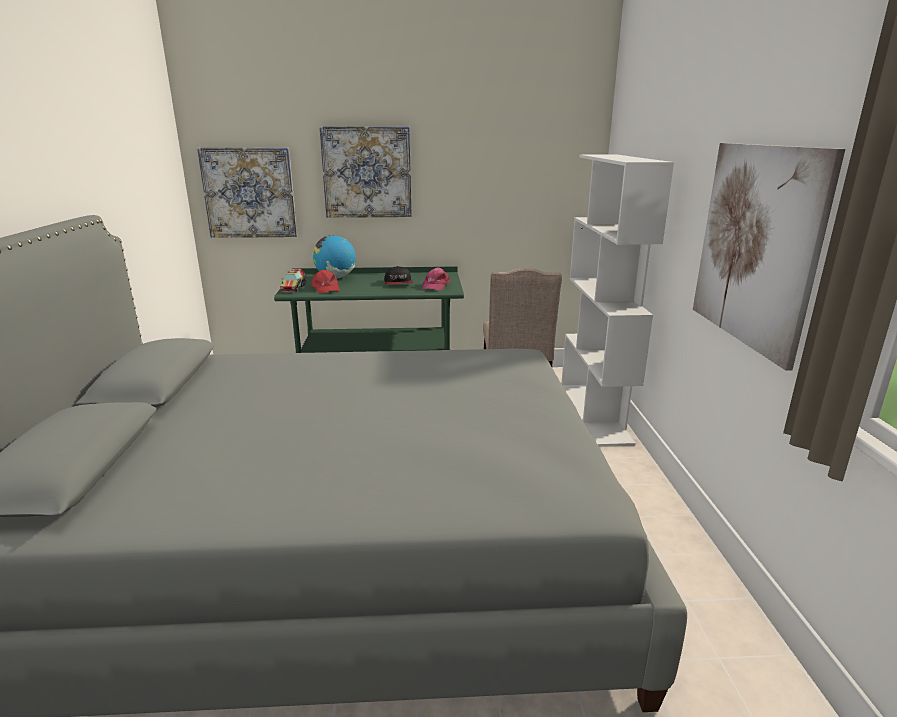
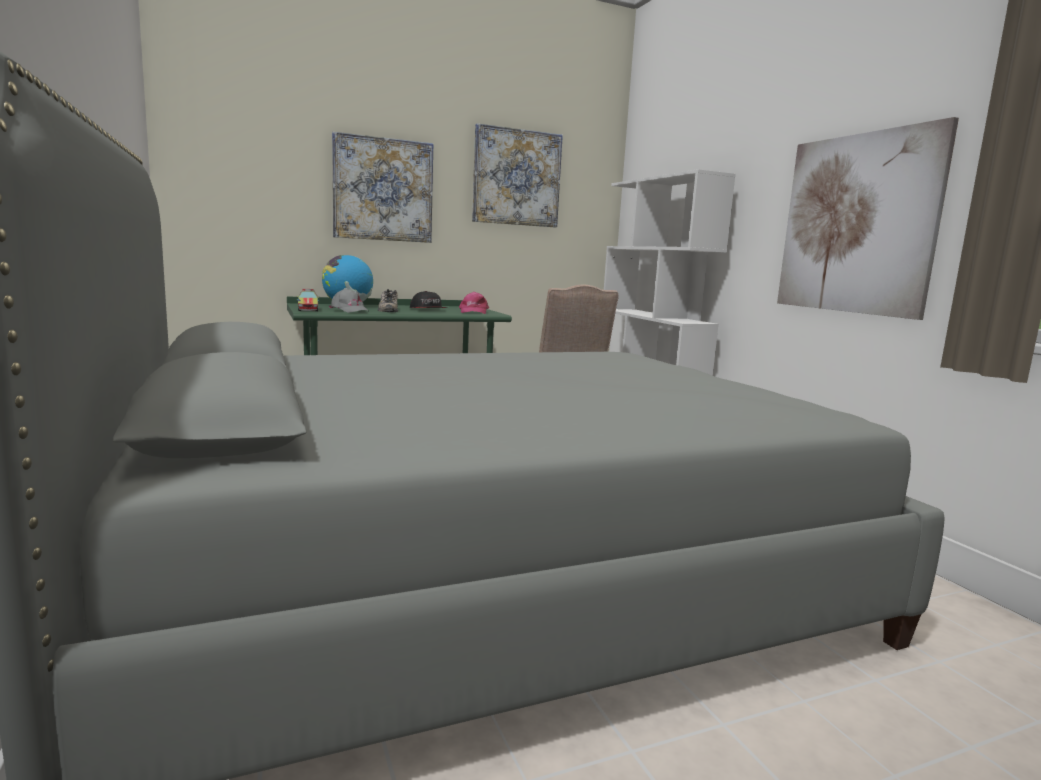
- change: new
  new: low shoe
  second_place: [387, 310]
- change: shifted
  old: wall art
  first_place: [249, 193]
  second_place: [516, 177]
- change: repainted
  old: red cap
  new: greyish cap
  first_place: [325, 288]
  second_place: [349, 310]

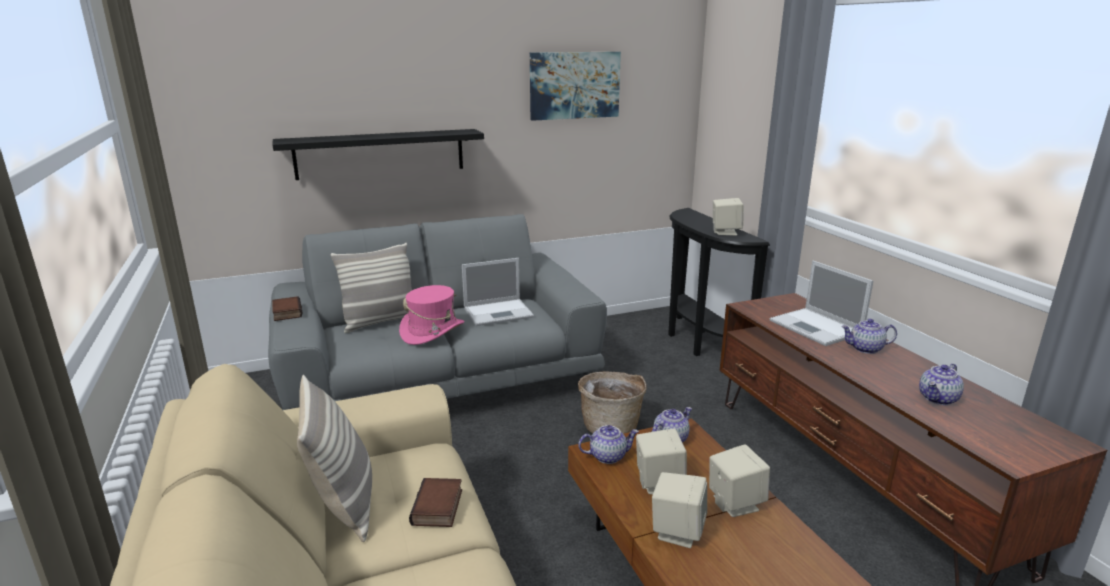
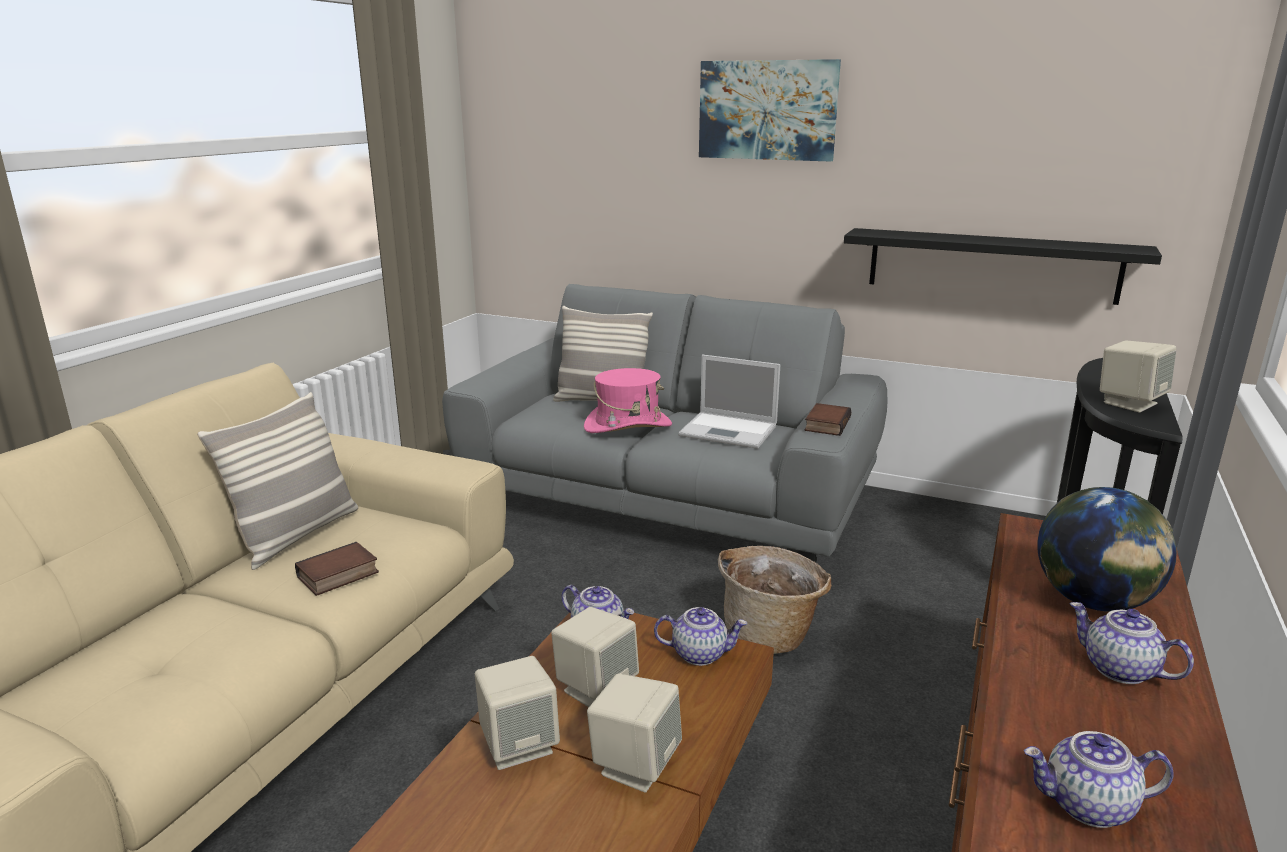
- change: shifted
  old: black-coloured shelf
  first_place: [380, 154]
  second_place: [991, 265]
- change: shifted
  old: book
  first_place: [286, 312]
  second_place: [826, 424]
- change: shifted
  old: wall art
  first_place: [574, 85]
  second_place: [767, 110]
- change: swapped
  old: portable computer
  new: globe
  first_place: [817, 327]
  second_place: [1093, 602]

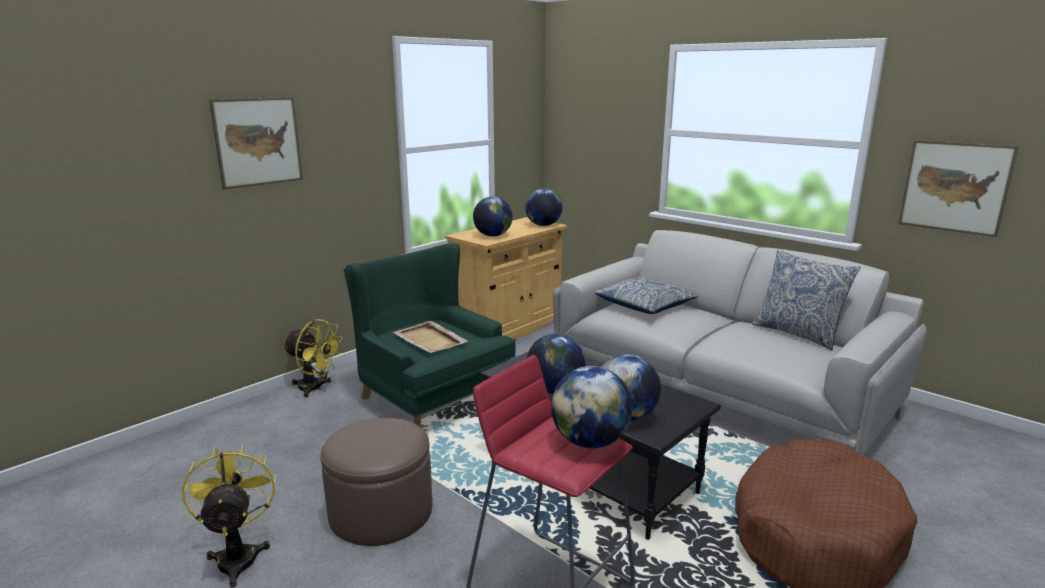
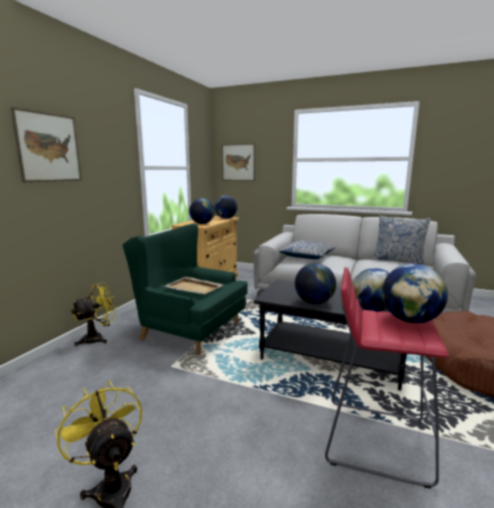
- change: gone
  old: brown-coloured footrest
  first_place: [381, 512]
- change: shifted
  old: wall art
  first_place: [954, 187]
  second_place: [238, 162]
- change: rotated
  old: yellow electric fan
  first_place: [315, 388]
  second_place: [98, 338]
  degrees: -45

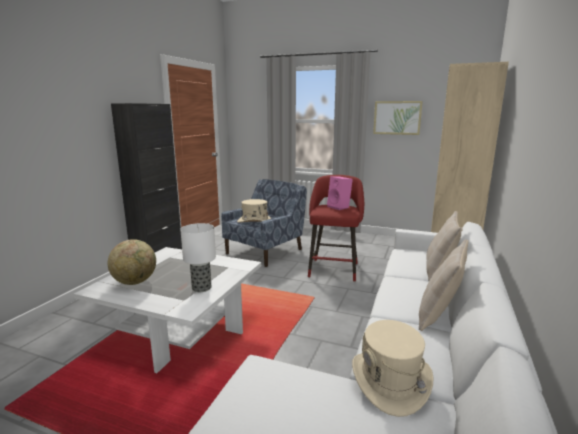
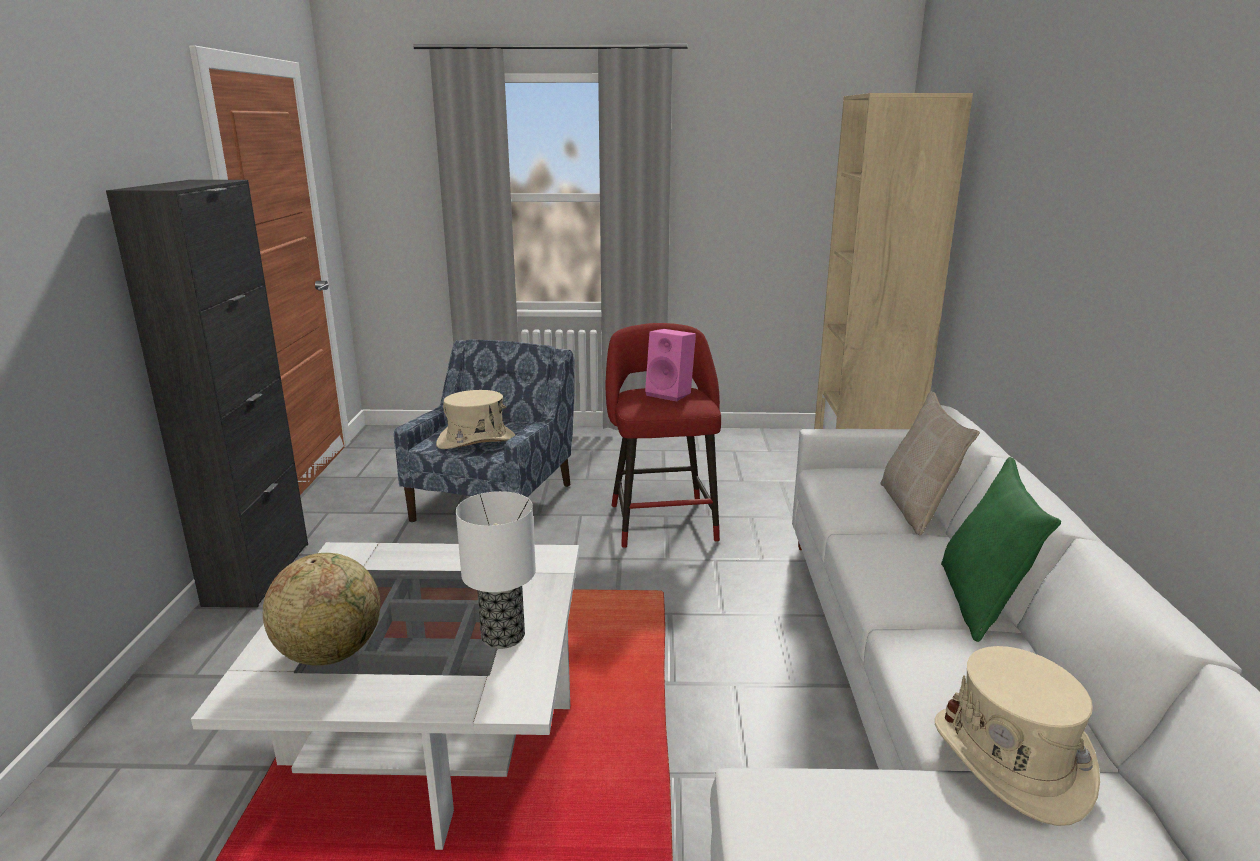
- change: gone
  old: wall art
  first_place: [397, 117]
- change: repainted
  old: beige-coloured pillow
  new: greenish pillow
  first_place: [439, 315]
  second_place: [981, 602]

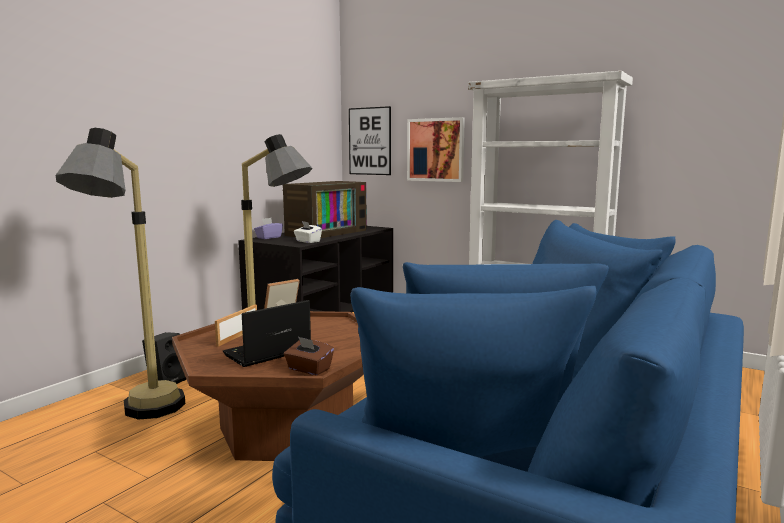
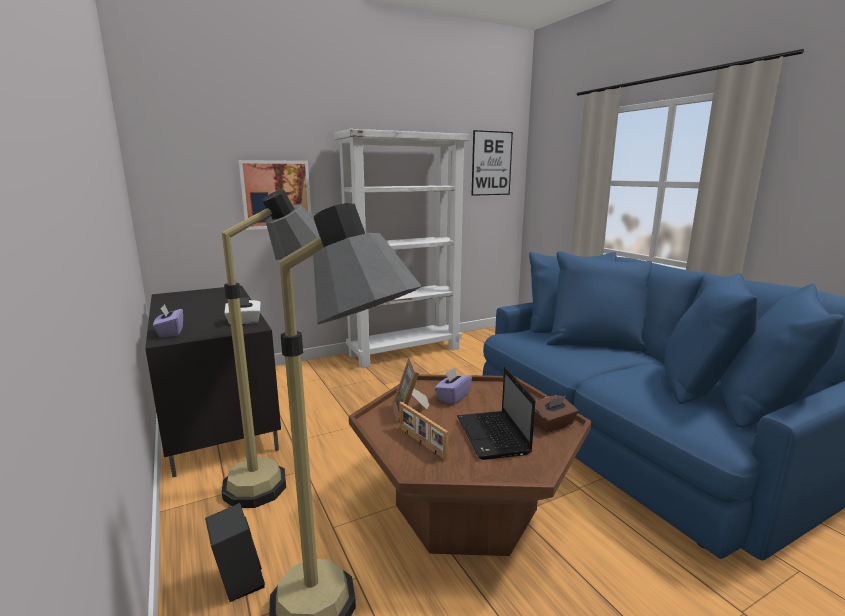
- change: gone
  old: TV
  first_place: [325, 232]
- change: new
  new: purplish tissue holder
  second_place: [453, 397]
- change: shifted
  old: wall art
  first_place: [370, 141]
  second_place: [491, 163]

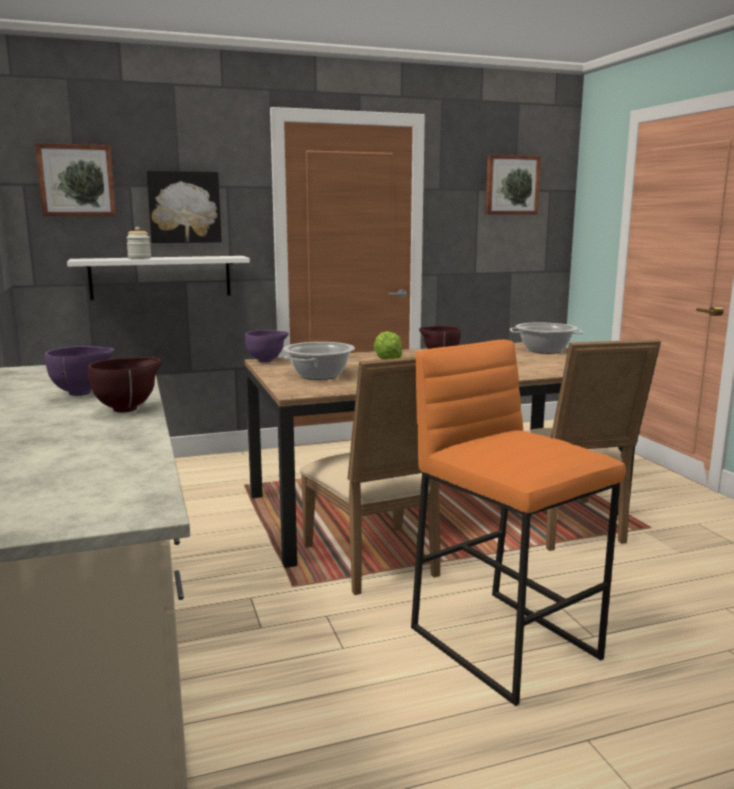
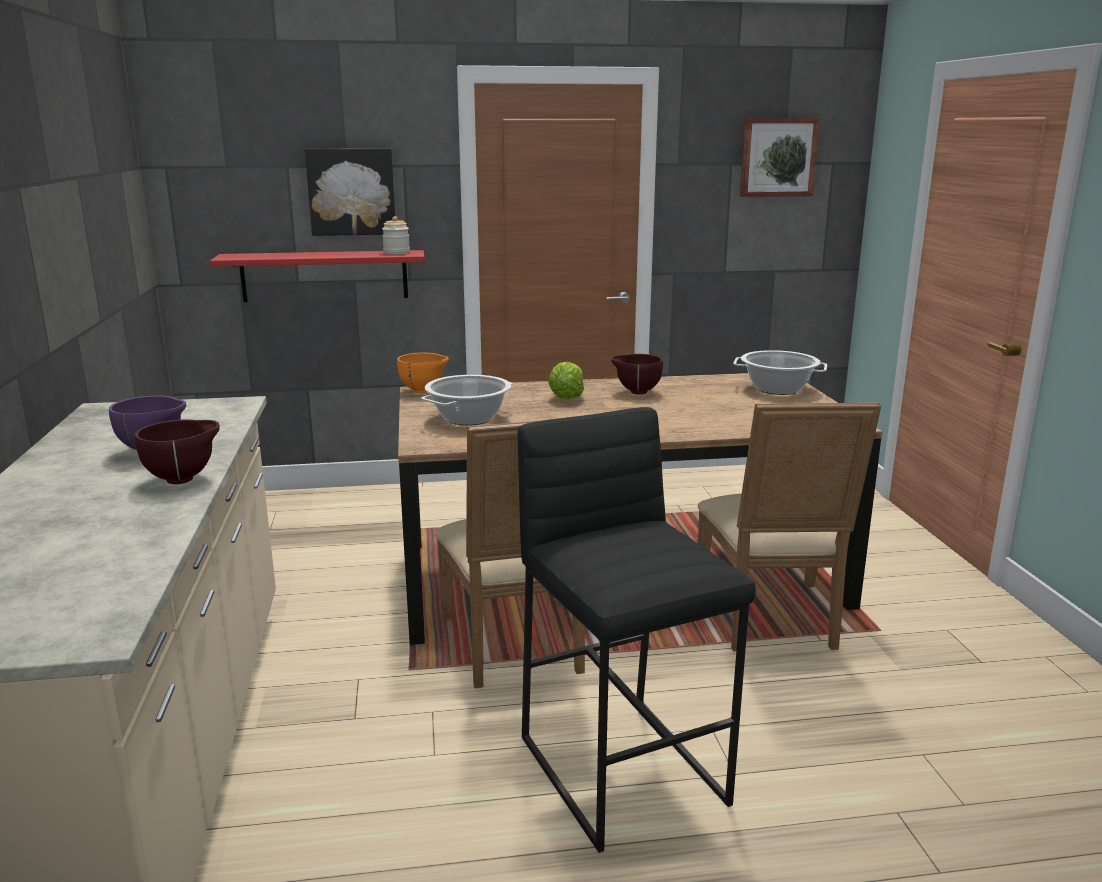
- change: gone
  old: wall art
  first_place: [77, 180]
- change: shifted
  old: storage jar
  first_place: [139, 258]
  second_place: [396, 253]
- change: repainted
  old: white shelf
  new: red shelf
  first_place: [161, 277]
  second_place: [324, 276]
- change: repainted
  old: purplish serving bowl
  new: orange serving bowl
  first_place: [267, 361]
  second_place: [424, 391]
- change: repainted
  old: orange sitting stool
  new: black-coloured sitting stool
  first_place: [505, 642]
  second_place: [624, 769]

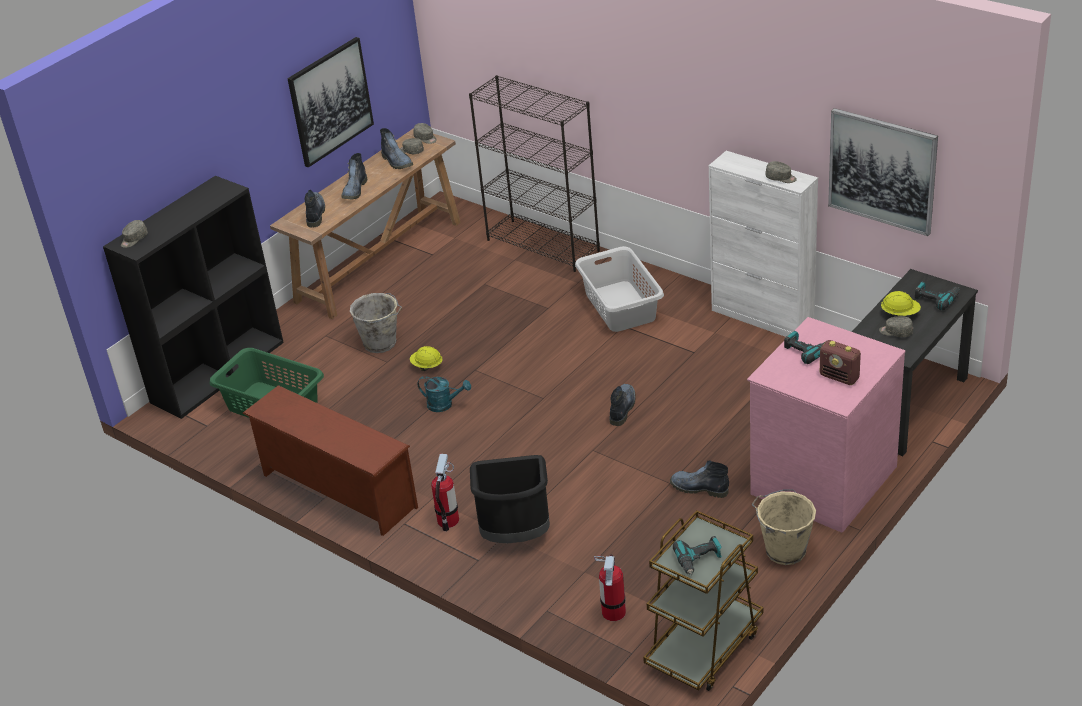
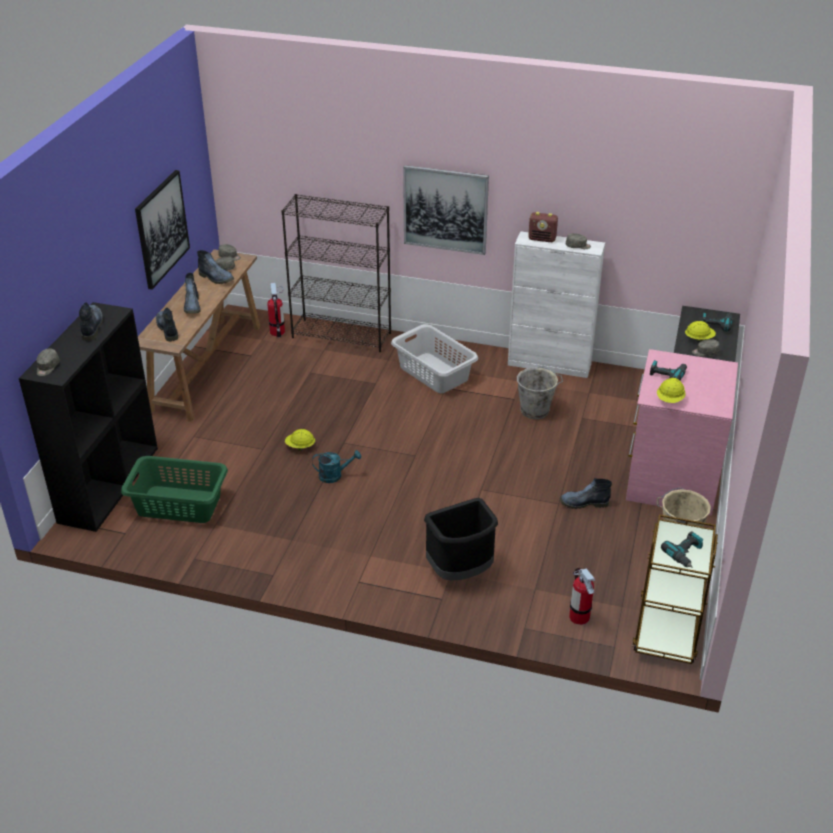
- change: gone
  old: brown-coloured shoe rack
  first_place: [337, 491]
- change: new
  new: yellow safety helmet
  second_place: [670, 400]
- change: shifted
  old: greyish bucket
  first_place: [381, 343]
  second_place: [536, 411]
- change: shifted
  old: fire-fighting cylinder
  first_place: [448, 520]
  second_place: [277, 332]
- change: shifted
  old: boot
  first_place: [622, 407]
  second_place: [91, 326]
- change: shifted
  old: radio receiver
  first_place: [839, 377]
  second_place: [542, 239]
- change: shifted
  old: wall art
  first_place: [882, 171]
  second_place: [445, 209]

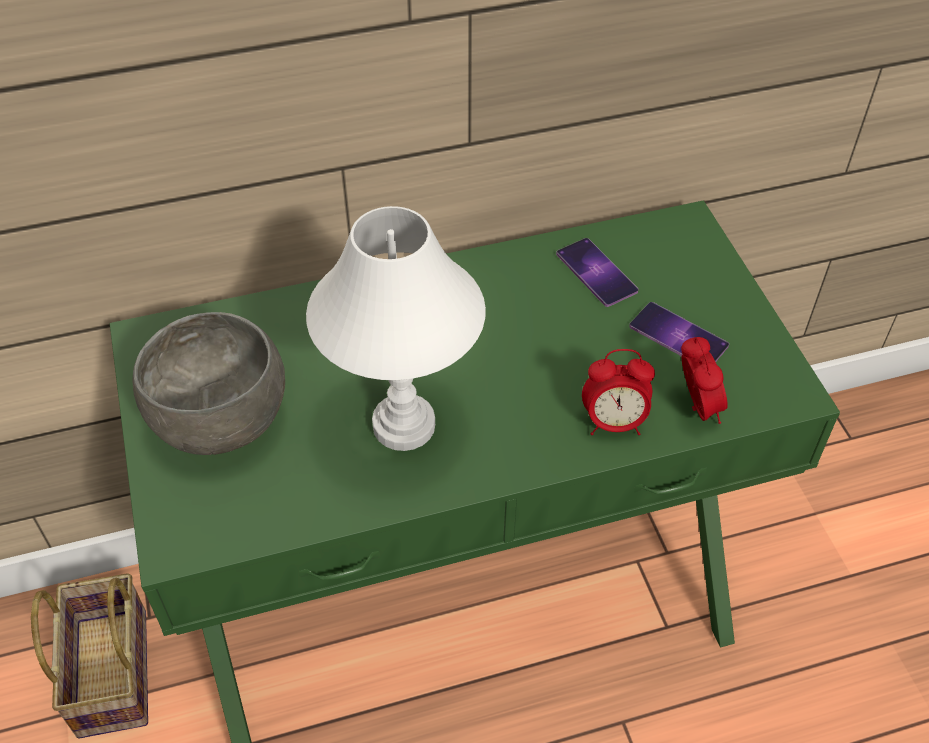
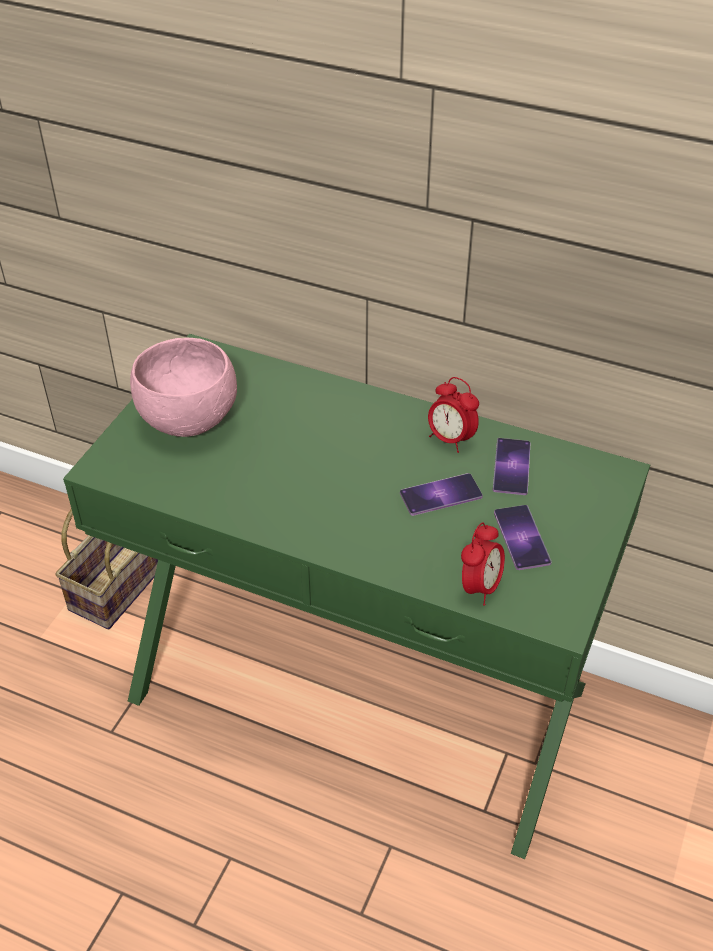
- change: gone
  old: white table lamp
  first_place: [405, 425]
- change: new
  new: telephone
  second_place: [440, 495]
- change: shifted
  old: table clock
  first_place: [614, 423]
  second_place: [450, 439]
- change: repainted
  old: greyish serving bowl
  new: pink serving bowl
  first_place: [222, 420]
  second_place: [190, 419]

